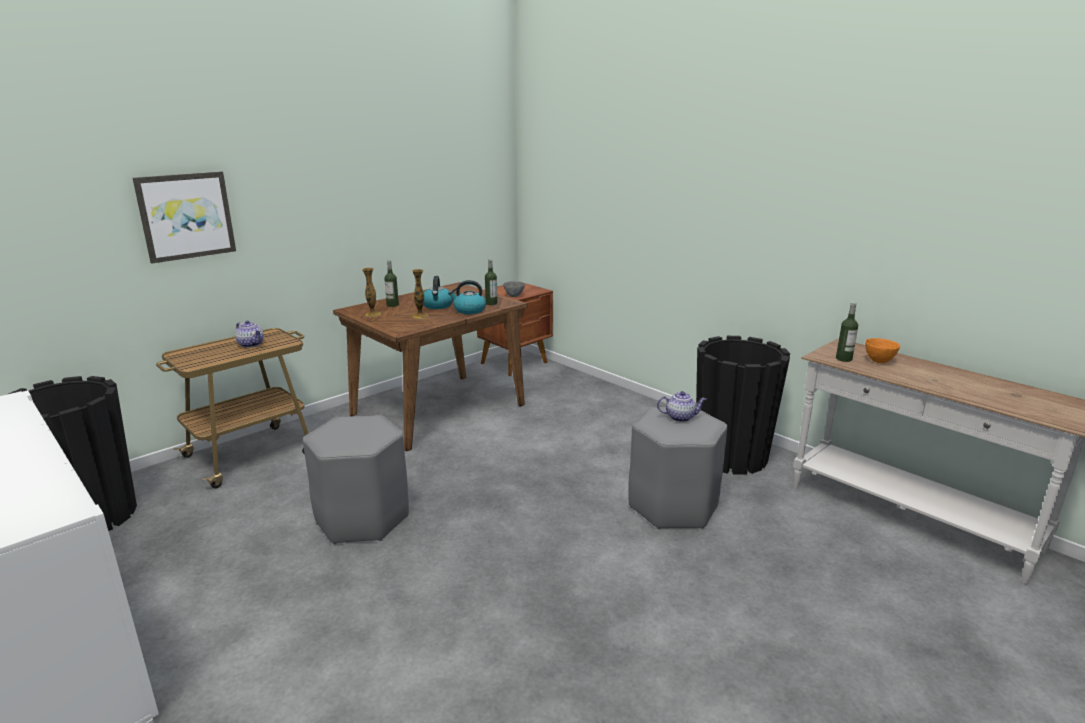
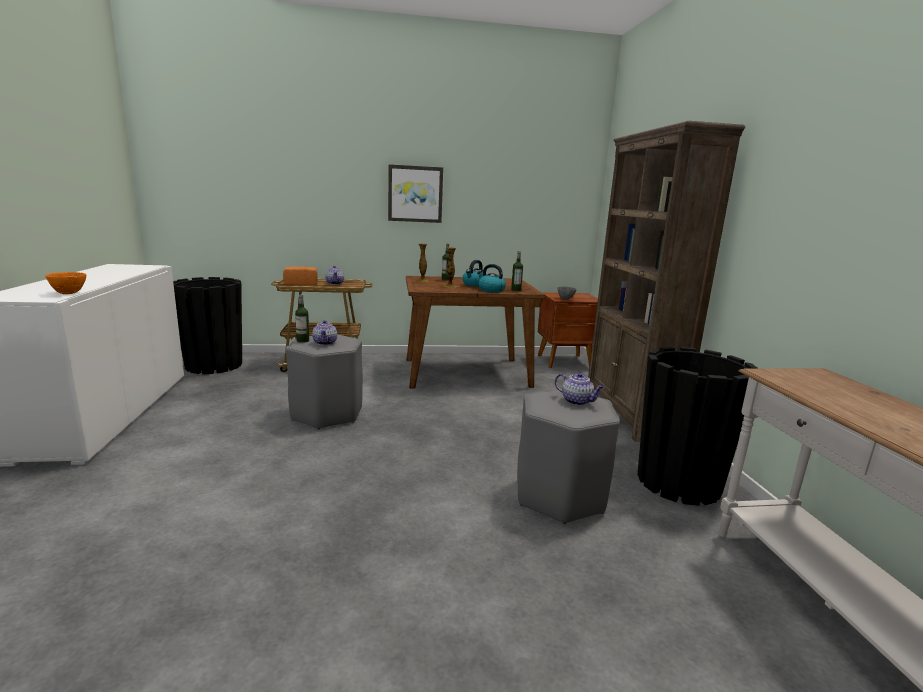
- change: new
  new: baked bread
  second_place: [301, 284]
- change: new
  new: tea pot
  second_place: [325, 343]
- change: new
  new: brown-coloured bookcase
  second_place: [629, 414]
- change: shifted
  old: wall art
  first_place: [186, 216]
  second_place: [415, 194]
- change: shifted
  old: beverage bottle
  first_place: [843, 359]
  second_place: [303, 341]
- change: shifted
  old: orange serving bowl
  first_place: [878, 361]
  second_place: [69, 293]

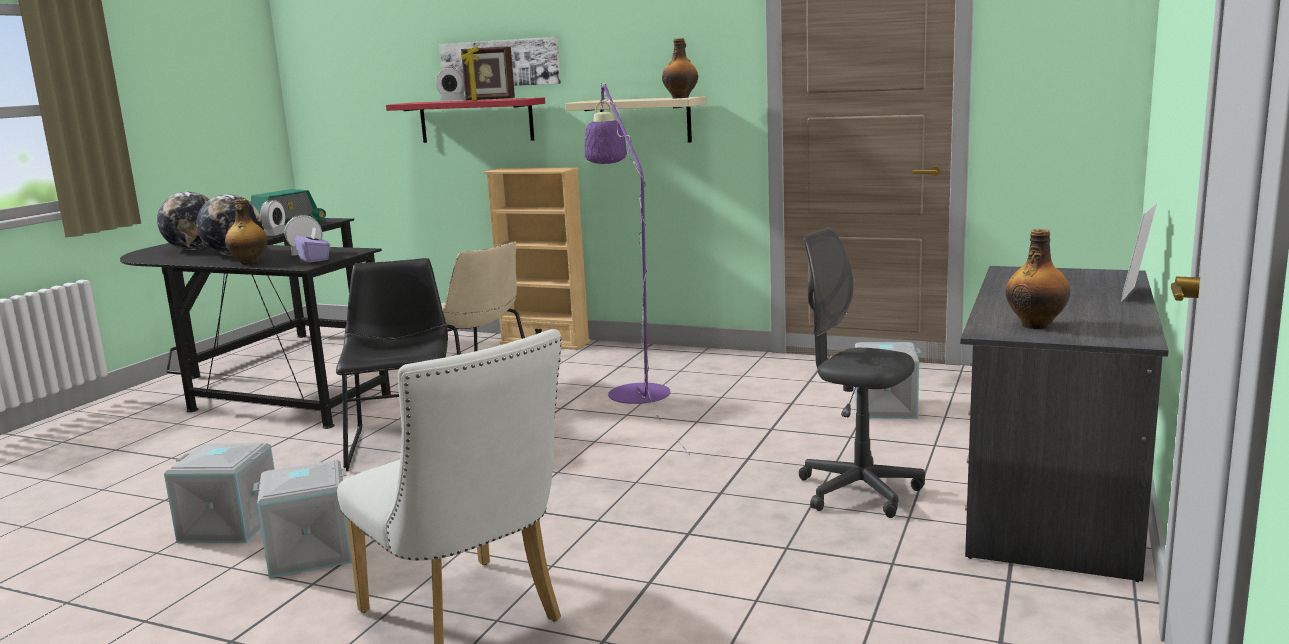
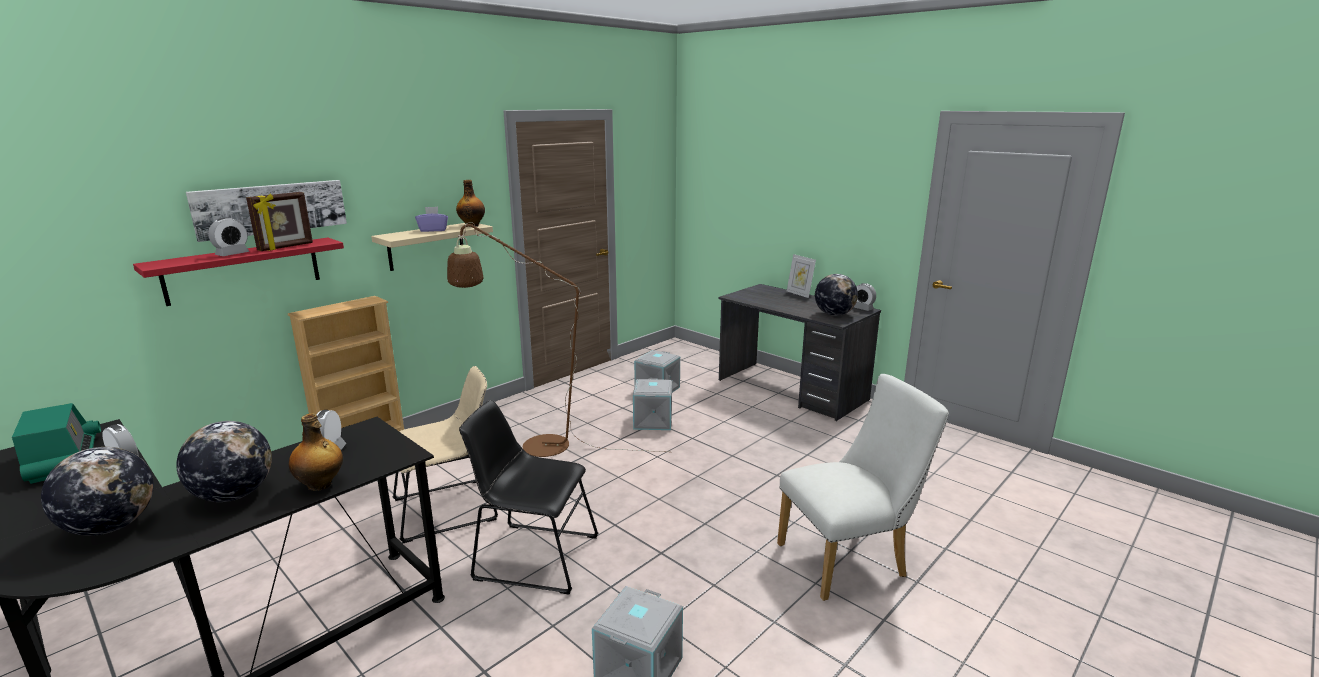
- change: gone
  old: greyish computer chair
  first_place: [858, 491]
- change: new
  new: table clock
  second_place: [862, 308]
- change: shifted
  old: greyish storage bin
  first_place: [310, 553]
  second_place: [653, 421]
- change: shifted
  old: purplish tissue holder
  first_place: [314, 259]
  second_place: [433, 230]
- change: swapped
  old: beverage bottle
  new: globe
  first_place: [1036, 325]
  second_place: [834, 314]
- change: repainted
  old: purplish standard lamp
  new: brown-coloured standard lamp
  first_place: [634, 388]
  second_place: [533, 445]

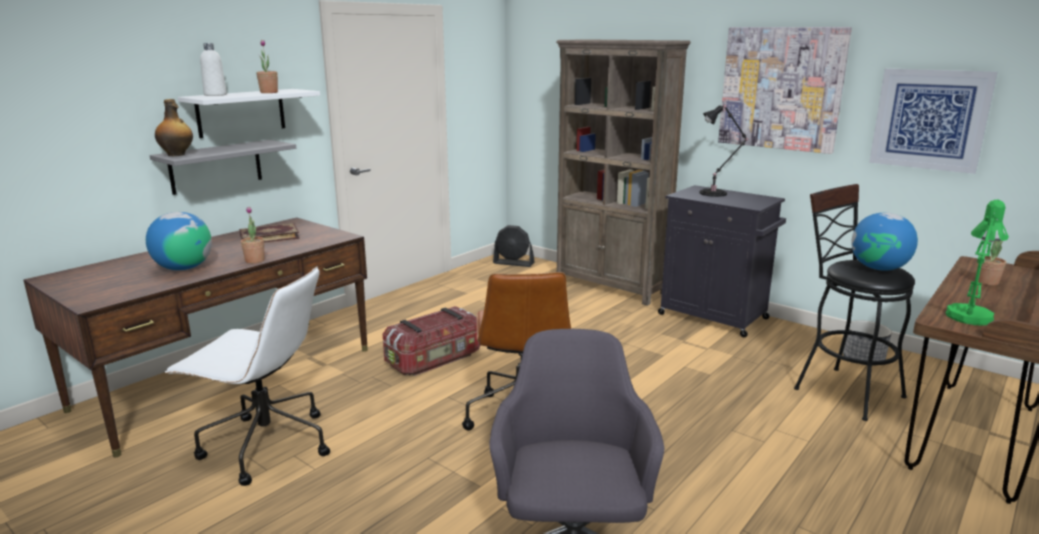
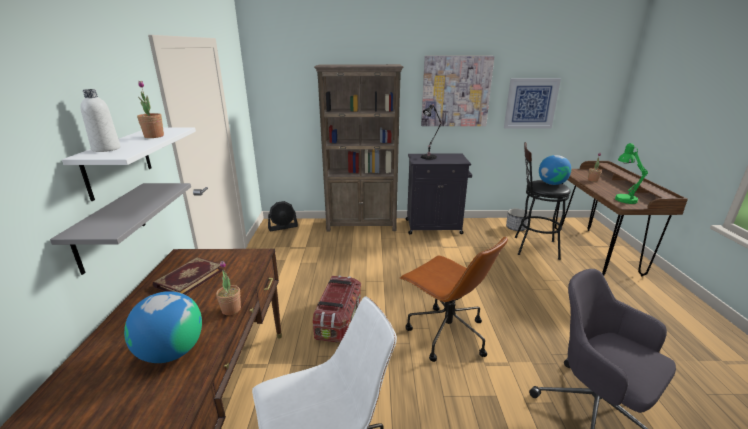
- change: gone
  old: beverage bottle
  first_place: [177, 155]

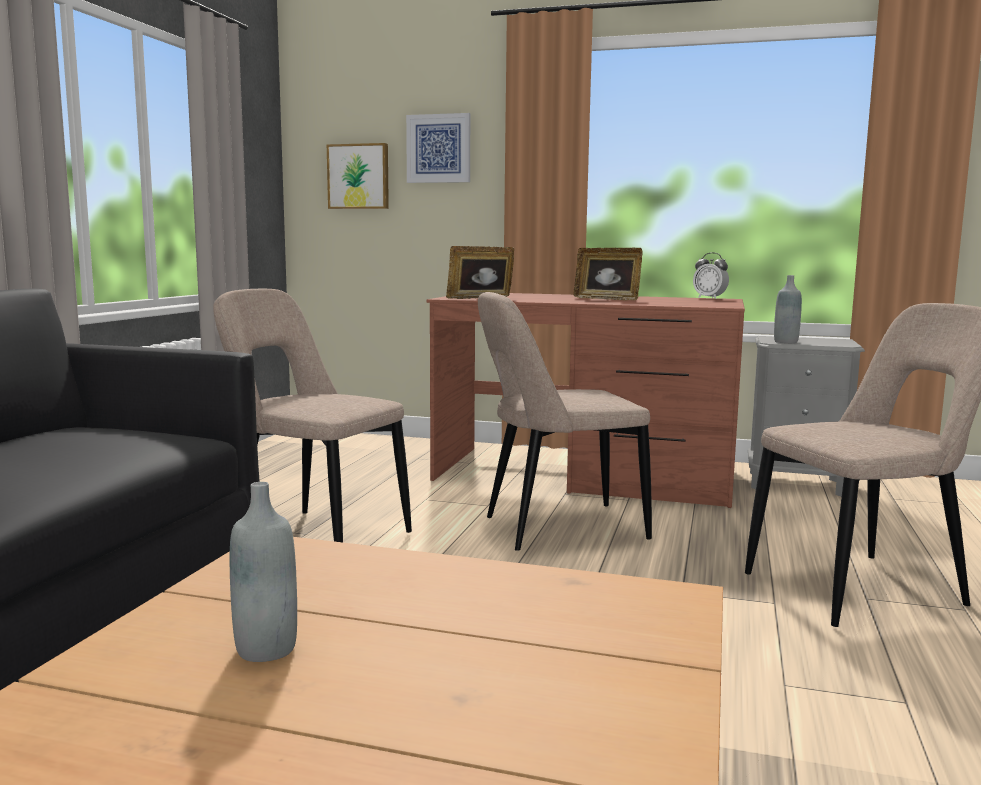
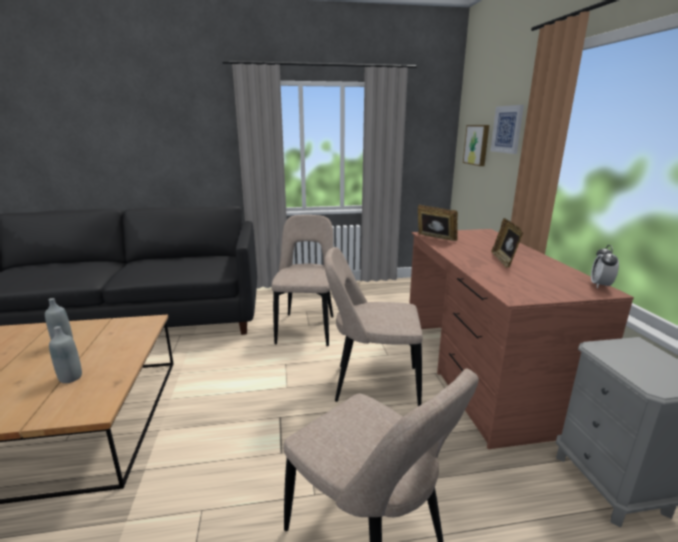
- change: shifted
  old: greyish beverage bottle
  first_place: [785, 342]
  second_place: [70, 378]
- change: rotated
  old: beige-coloured upright chair
  first_place: [557, 529]
  second_place: [372, 384]
  degrees: -45

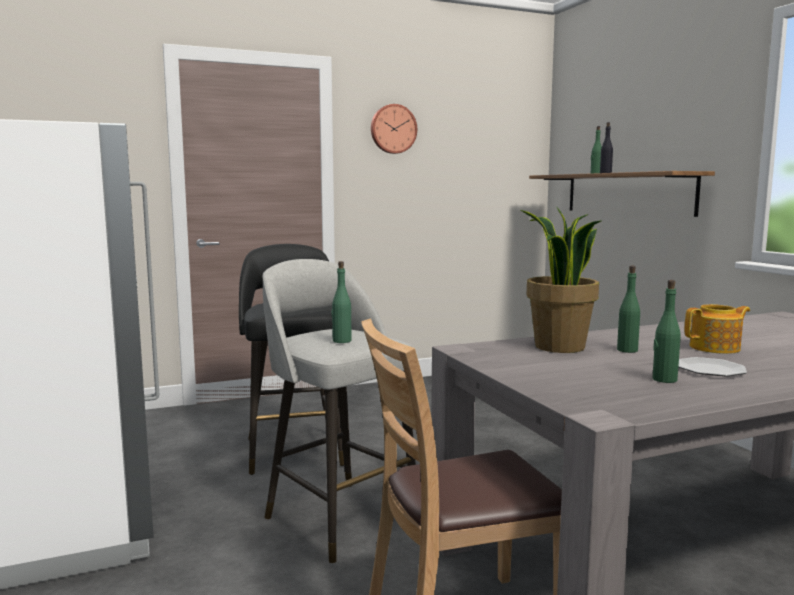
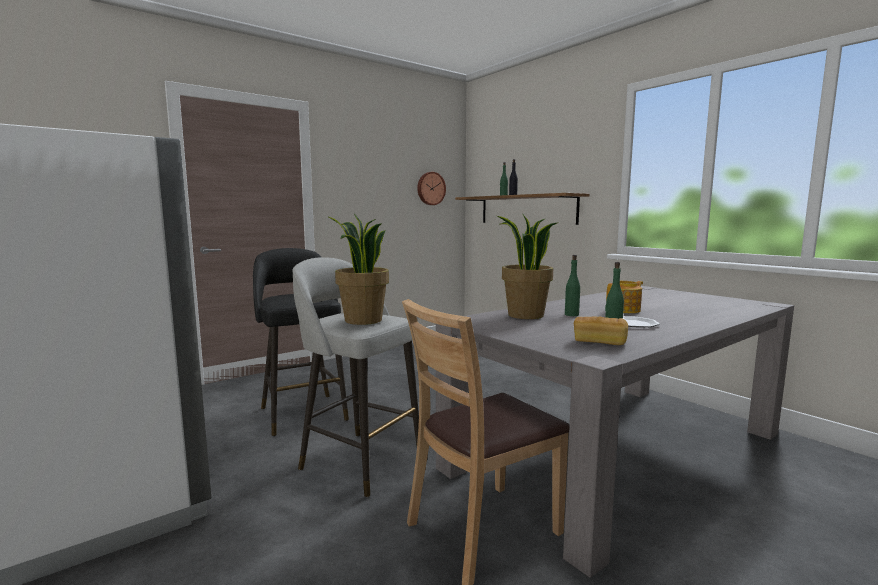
- change: new
  new: baked bread
  second_place: [599, 342]
- change: shifted
  old: hanging clock
  first_place: [393, 129]
  second_place: [430, 188]
- change: swapped
  old: greenish beverage bottle
  new: potted plant
  first_place: [341, 341]
  second_place: [362, 320]

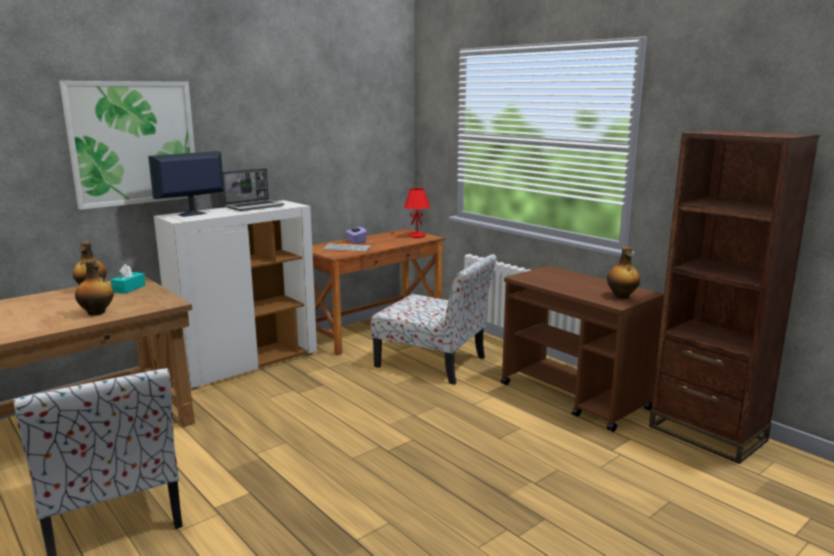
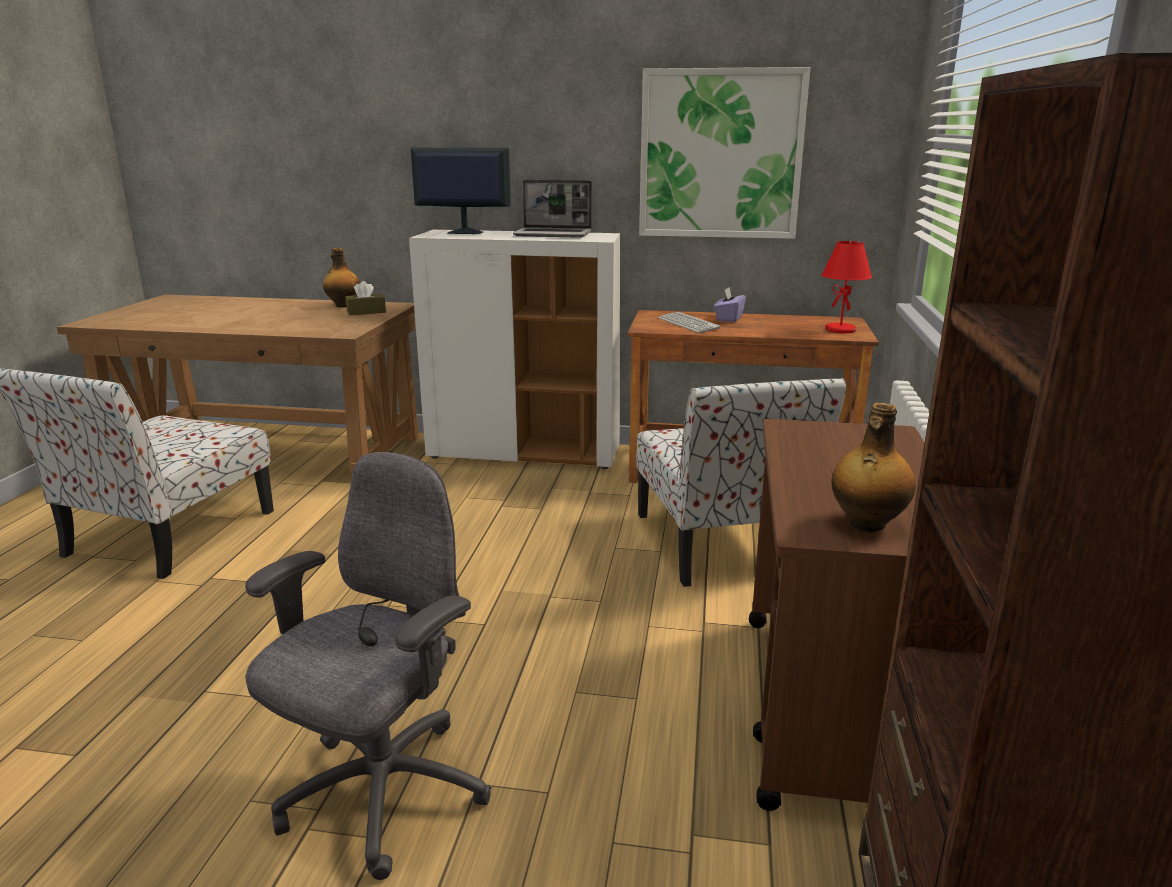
- change: gone
  old: beverage bottle
  first_place: [97, 313]
- change: new
  new: greyish computer chair
  second_place: [382, 794]
- change: shifted
  old: wall art
  first_place: [133, 143]
  second_place: [720, 155]
- change: repainted
  old: blue-green tissue holder
  new: brown-coloured tissue holder
  first_place: [129, 288]
  second_place: [366, 312]

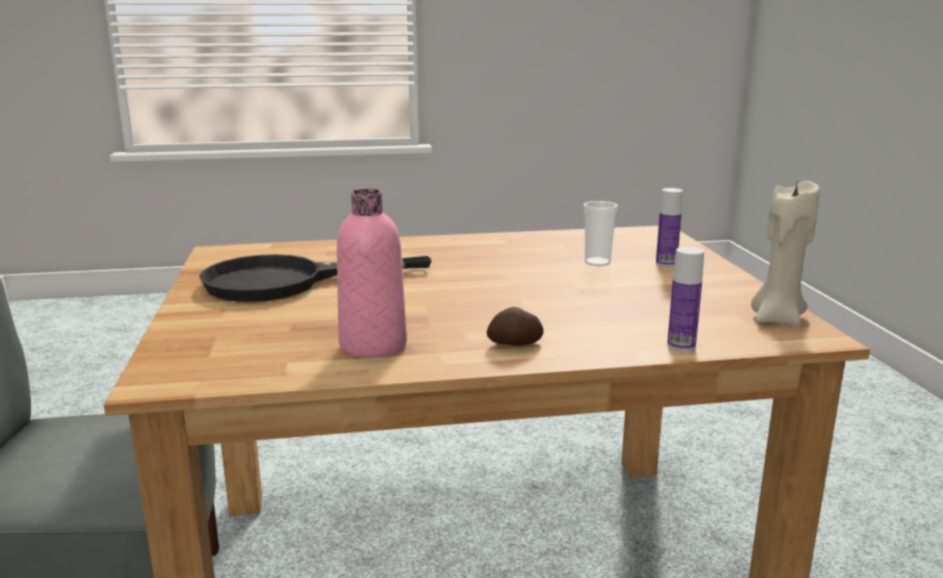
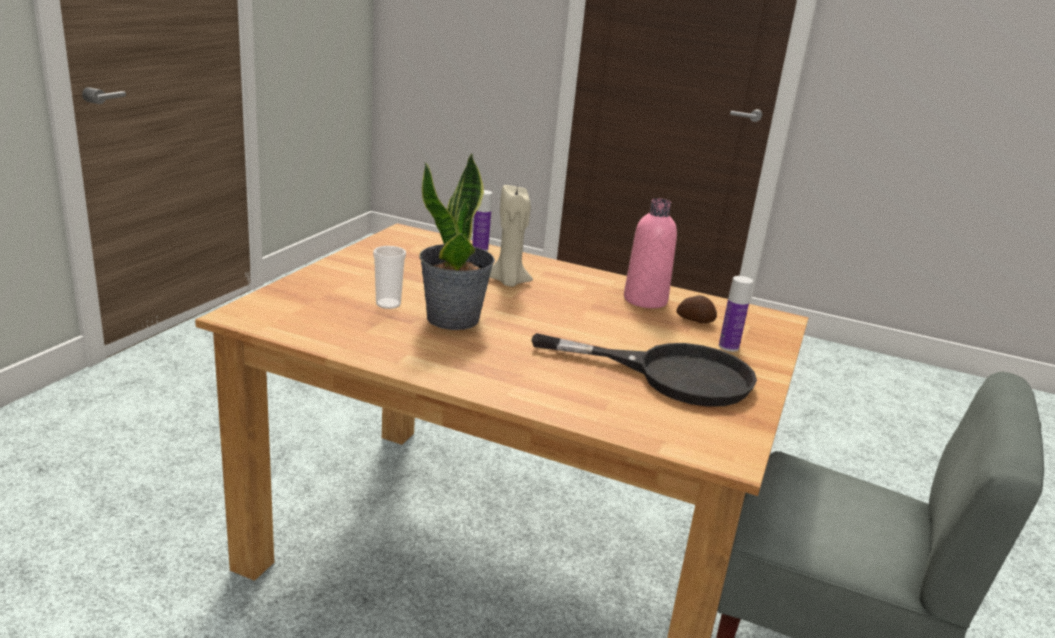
- change: new
  new: potted plant
  second_place: [454, 319]
- change: shifted
  old: whole potato
  first_place: [515, 344]
  second_place: [695, 320]
- change: shifted
  old: beverage bottle
  first_place: [666, 264]
  second_place: [728, 347]
- change: shifted
  old: beige-coloured candle
  first_place: [777, 319]
  second_place: [508, 282]

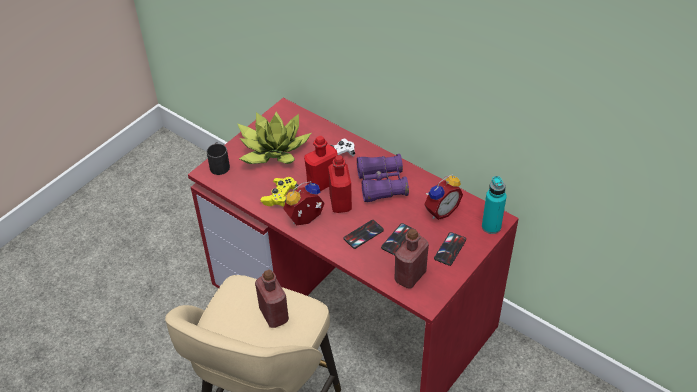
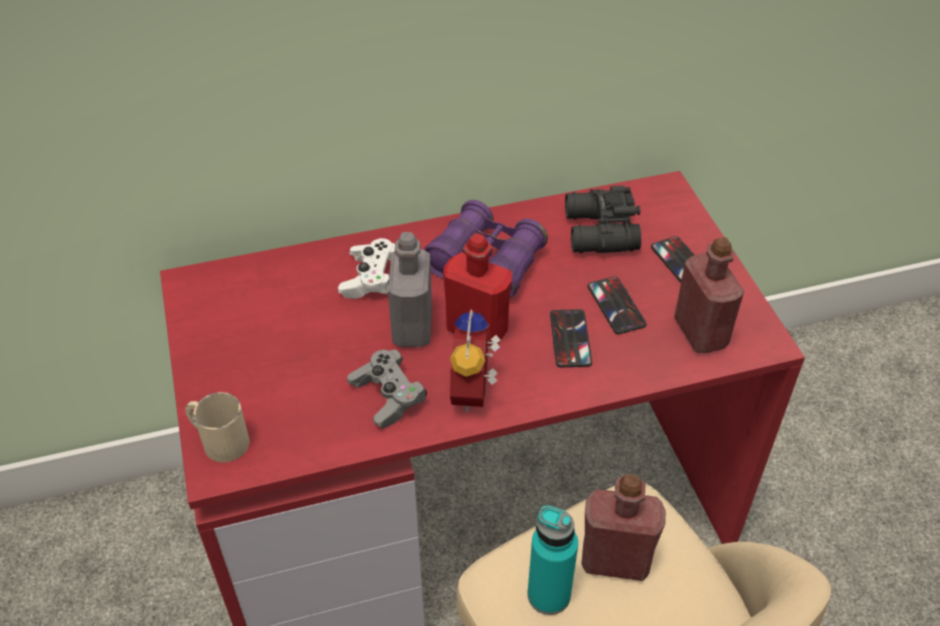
- change: gone
  old: potted plant
  first_place: [272, 150]
- change: shifted
  old: blue-green beverage bottle
  first_place: [491, 226]
  second_place: [548, 595]
- change: swapped
  old: table clock
  new: black-coloured binoculars
  first_place: [440, 210]
  second_place: [598, 233]
- change: repainted
  old: black-coloured mug
  new: beige-coloured mug
  first_place: [219, 164]
  second_place: [218, 440]
- change: repainted
  old: yellow game controller
  new: greyish game controller
  first_place: [280, 197]
  second_place: [388, 396]
- change: repainted
  old: red beverage bottle
  new: greyish beverage bottle
  first_place: [322, 183]
  second_place: [412, 327]

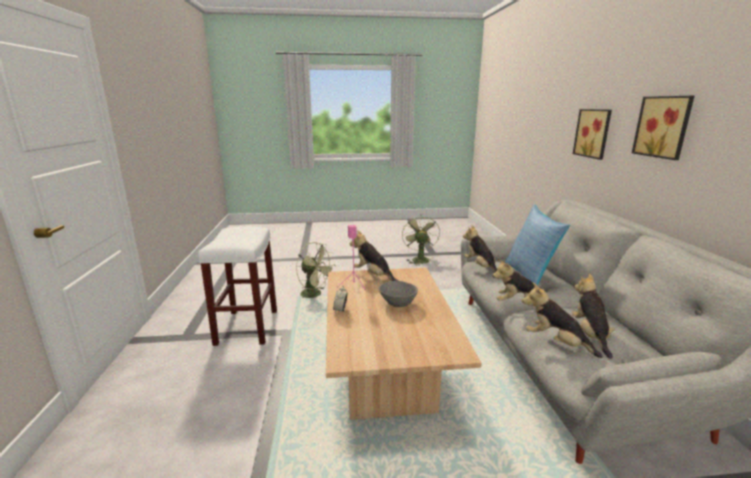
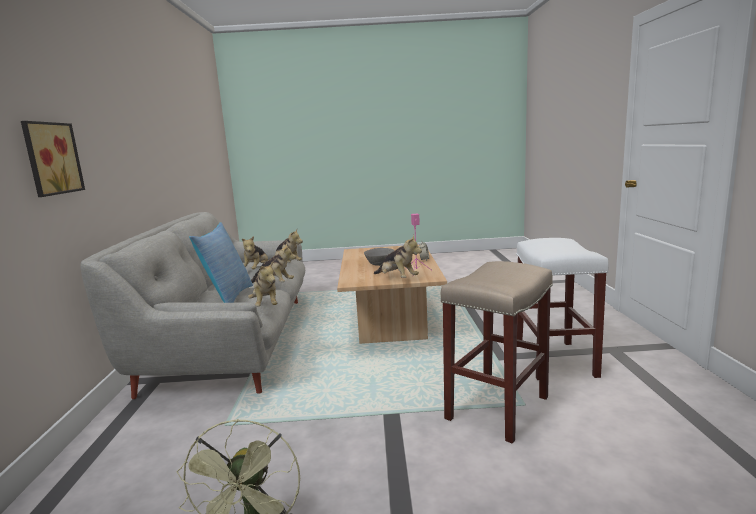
- change: gone
  old: wall art
  first_place: [664, 127]
- change: swapped
  old: greenish electric fan
  new: beige-coloured sitting stool
  first_place: [315, 295]
  second_place: [497, 409]

